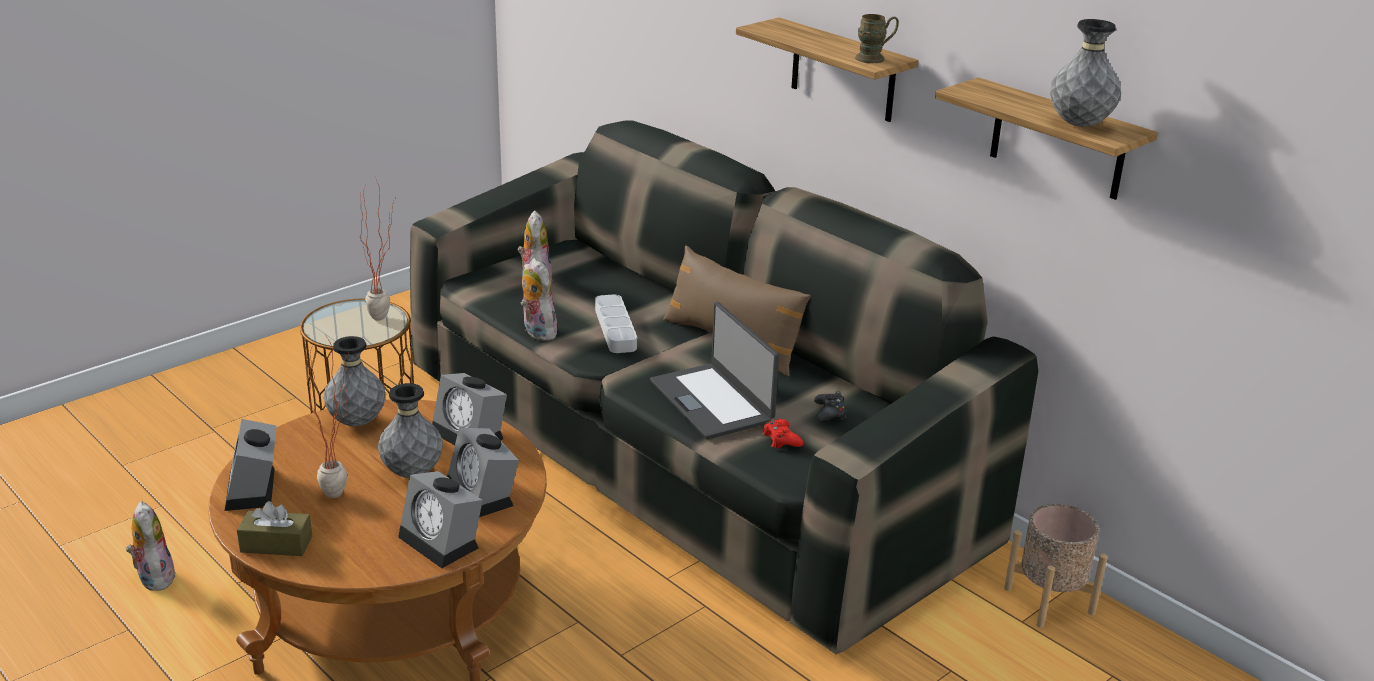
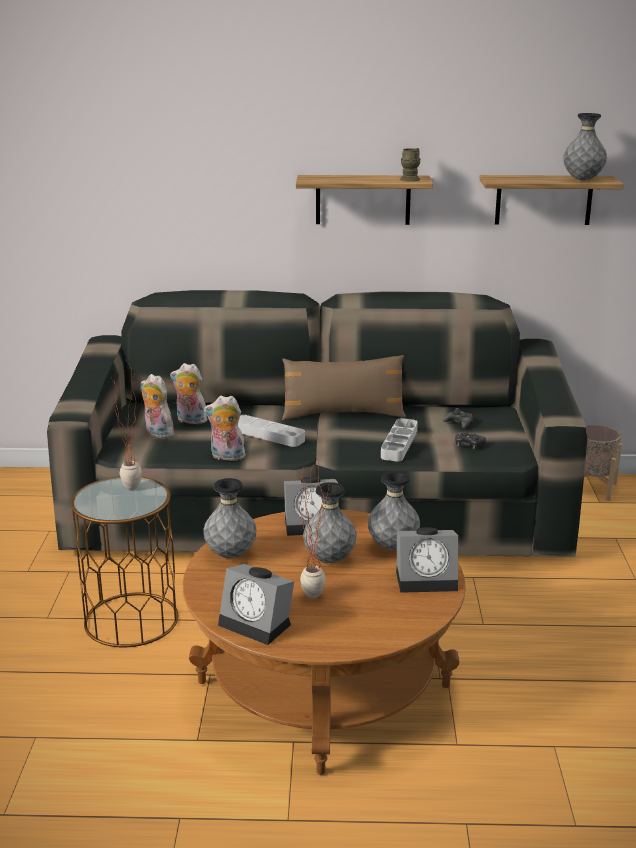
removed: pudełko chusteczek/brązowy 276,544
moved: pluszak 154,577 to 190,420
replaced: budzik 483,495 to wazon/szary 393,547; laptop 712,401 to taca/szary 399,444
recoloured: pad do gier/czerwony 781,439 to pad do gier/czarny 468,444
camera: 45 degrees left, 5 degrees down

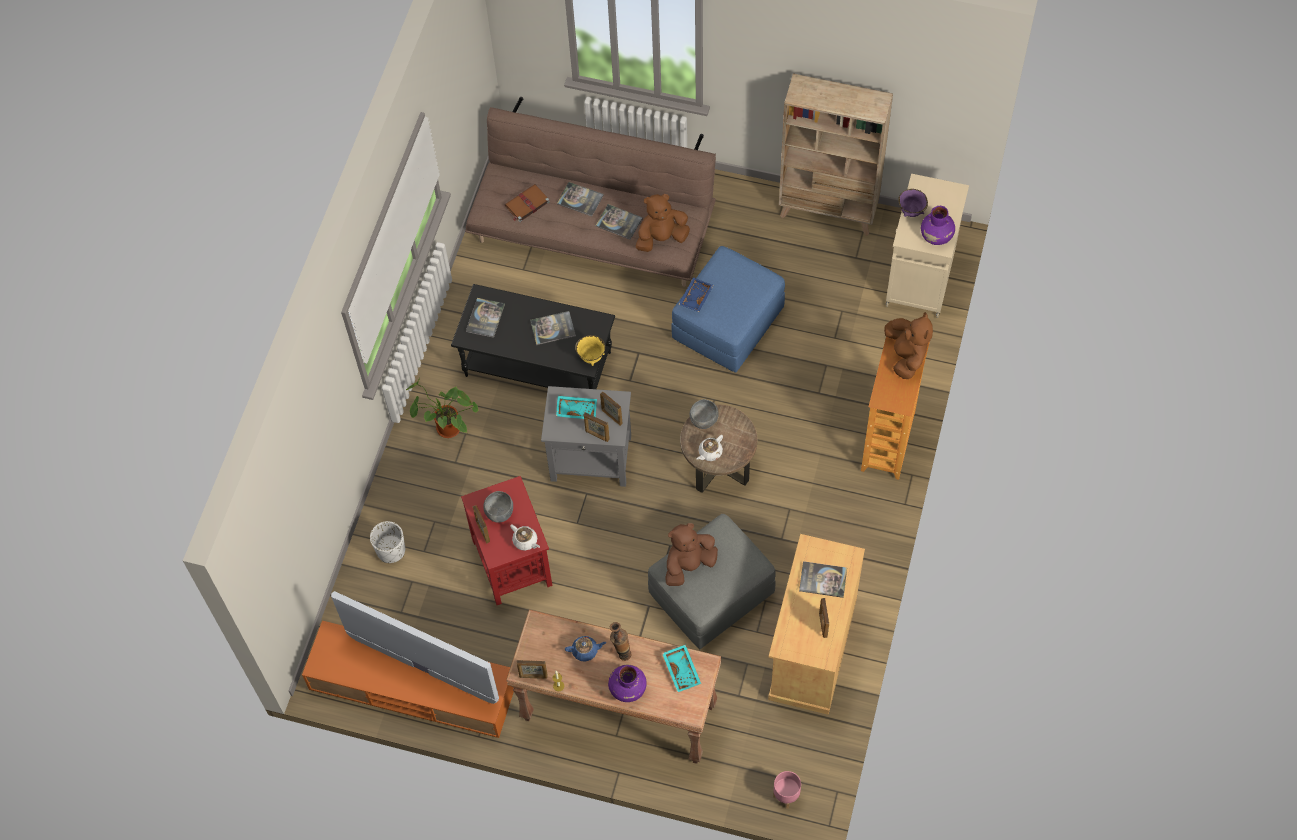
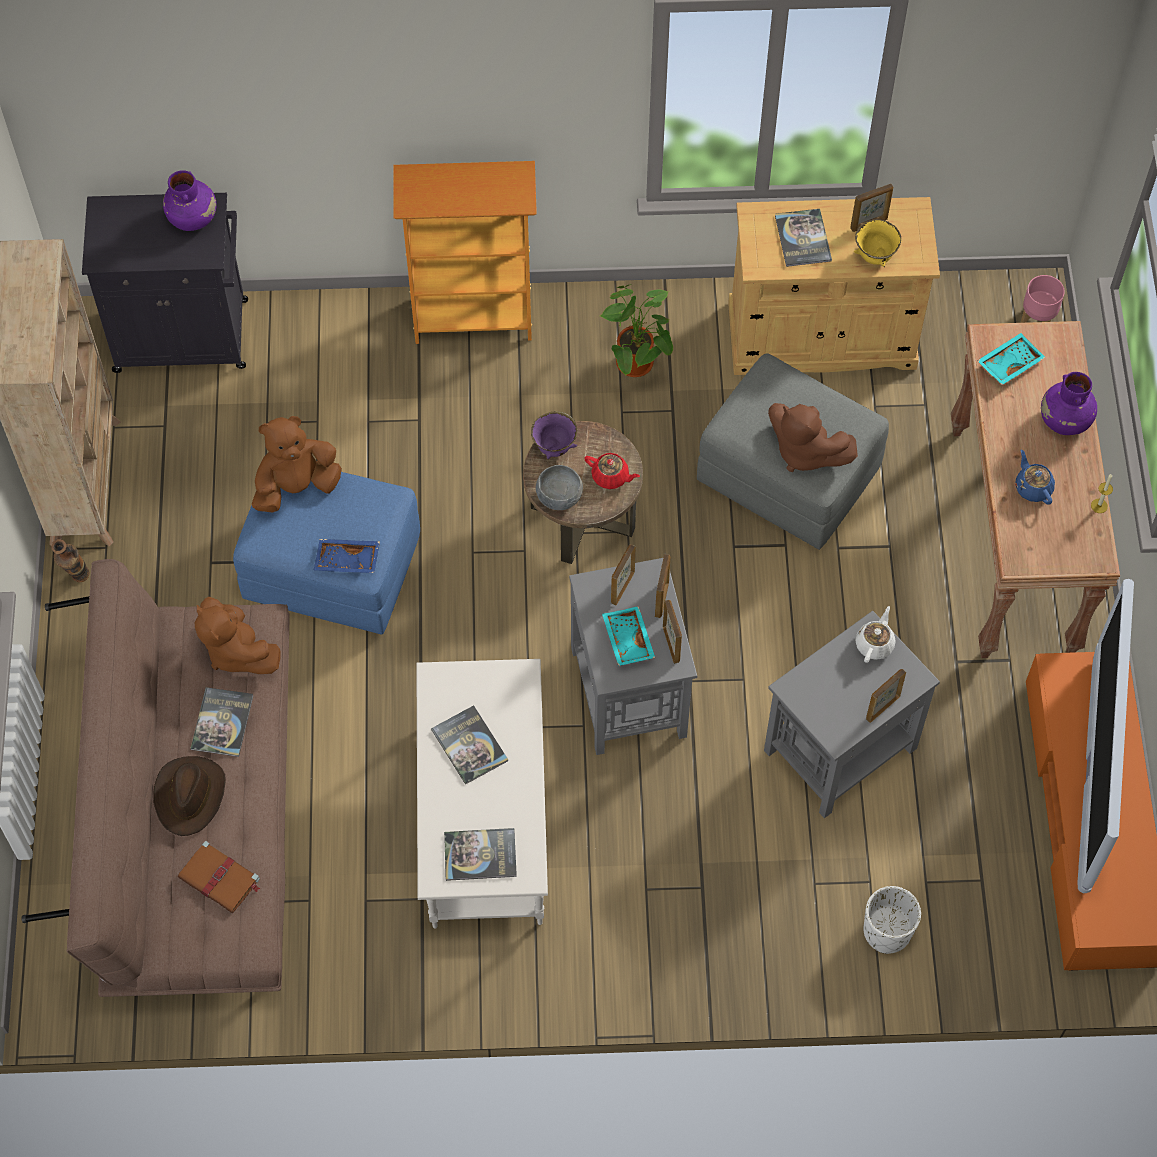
removed: miska/szary 499,513
moved: roślina doniczkowa 445,429 to 637,366; ramka na zdjęcie 533,676 to 671,644; miska/żółty 591,357 to 874,257; wazon 621,652 to 77,580; pluszak/brązowy 906,355 to 296,486; miska/fioletowy 911,212 to 554,447
replaced: książka 580,199 to kapelusz/brązowy 190,796
recoloured: ława/czarny 539,363 to ława/biały 483,819; stolik/czerwony 512,562 to stolik/szary 839,748; imbryk/biały 710,452 to imbryk/czerwony 611,477; szafka/beżowy 919,280 to szafka/czarny 184,336
camera: 110 degrees left, 0 degrees up

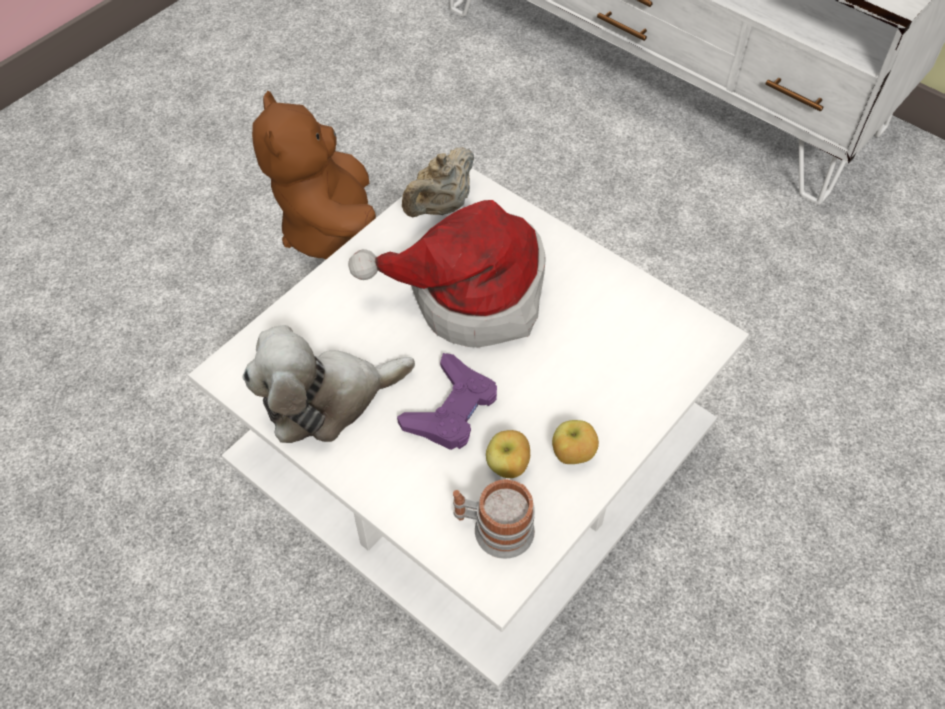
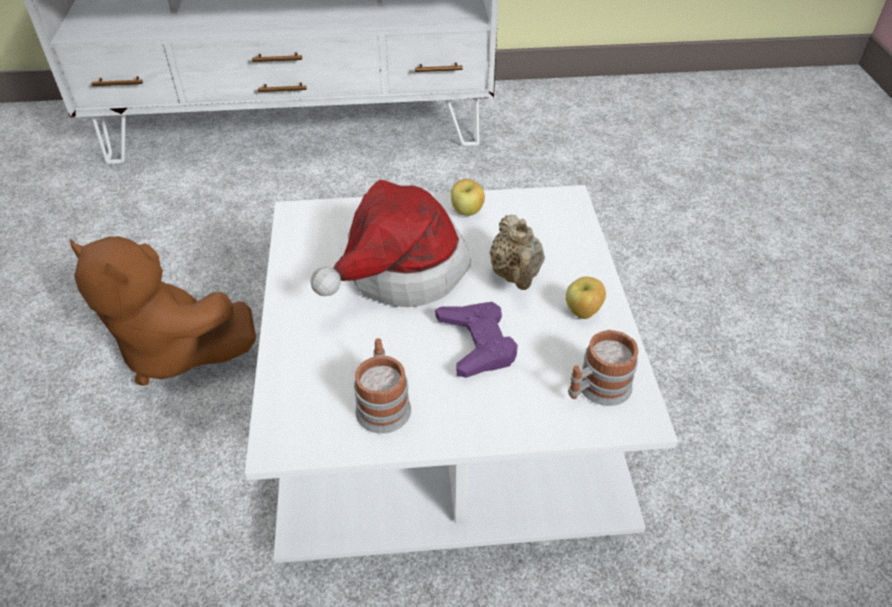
moved: imbryk/beżowy 440,206 to 516,276; jabłko 508,467 to 467,212
replaced: pluszak 326,400 to kubek 383,403
camera: 45 degrees left, 10 degrees down

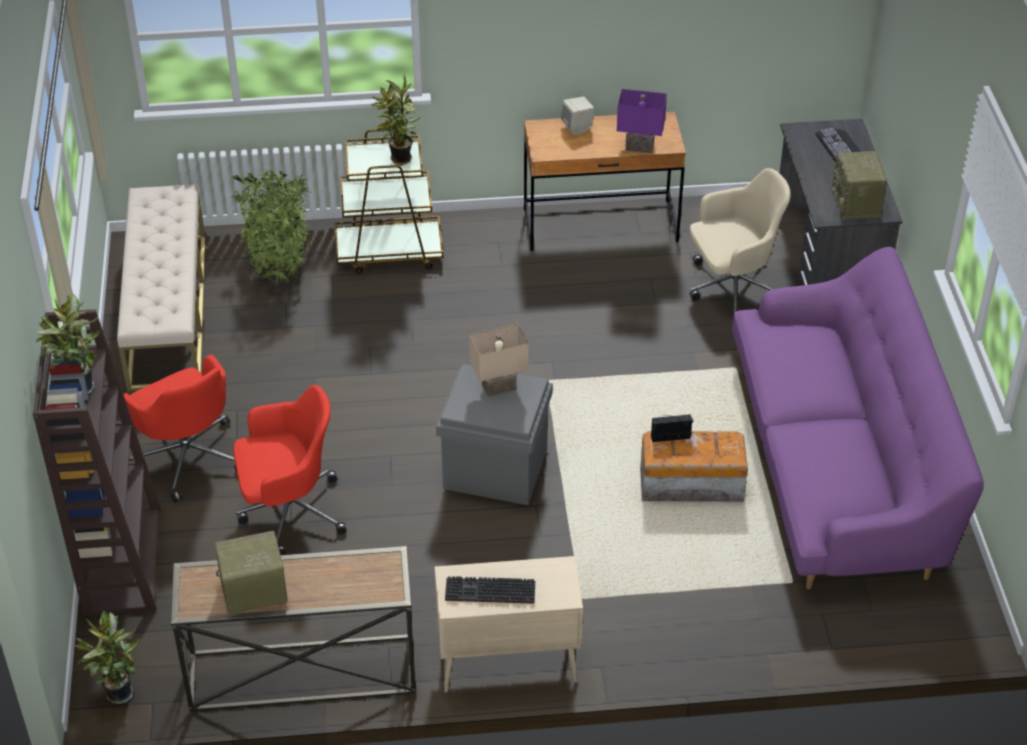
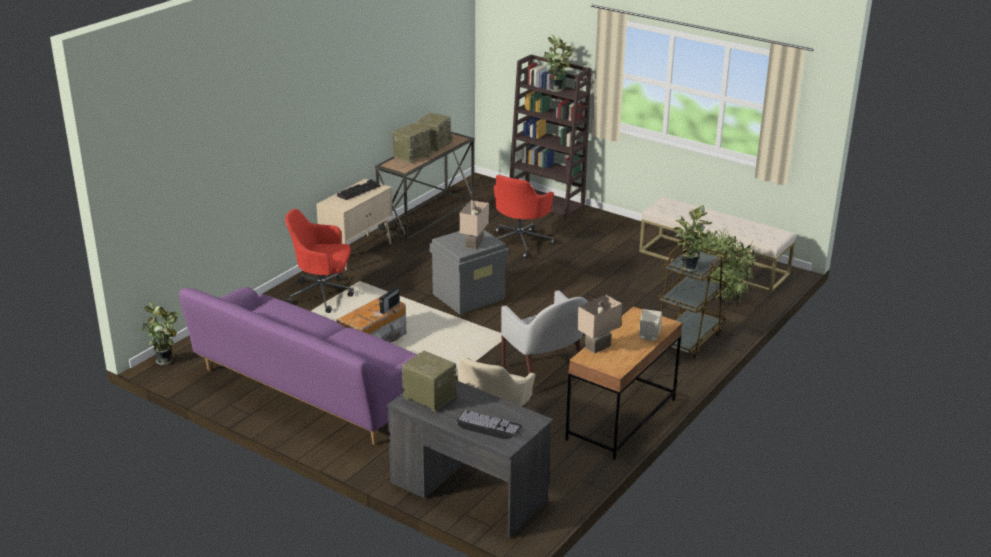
added: radio 412,155; fotel/biały 544,373
moved: roślina doniczkowa 117,692 to 166,361; krzesło biurowe/czerwony 188,457 to 322,295
recoloured: lampa stołowa/fioletowy 639,147 to lampa stołowa/beżowy 597,346
camera: 130 degrees right, 15 degrees down

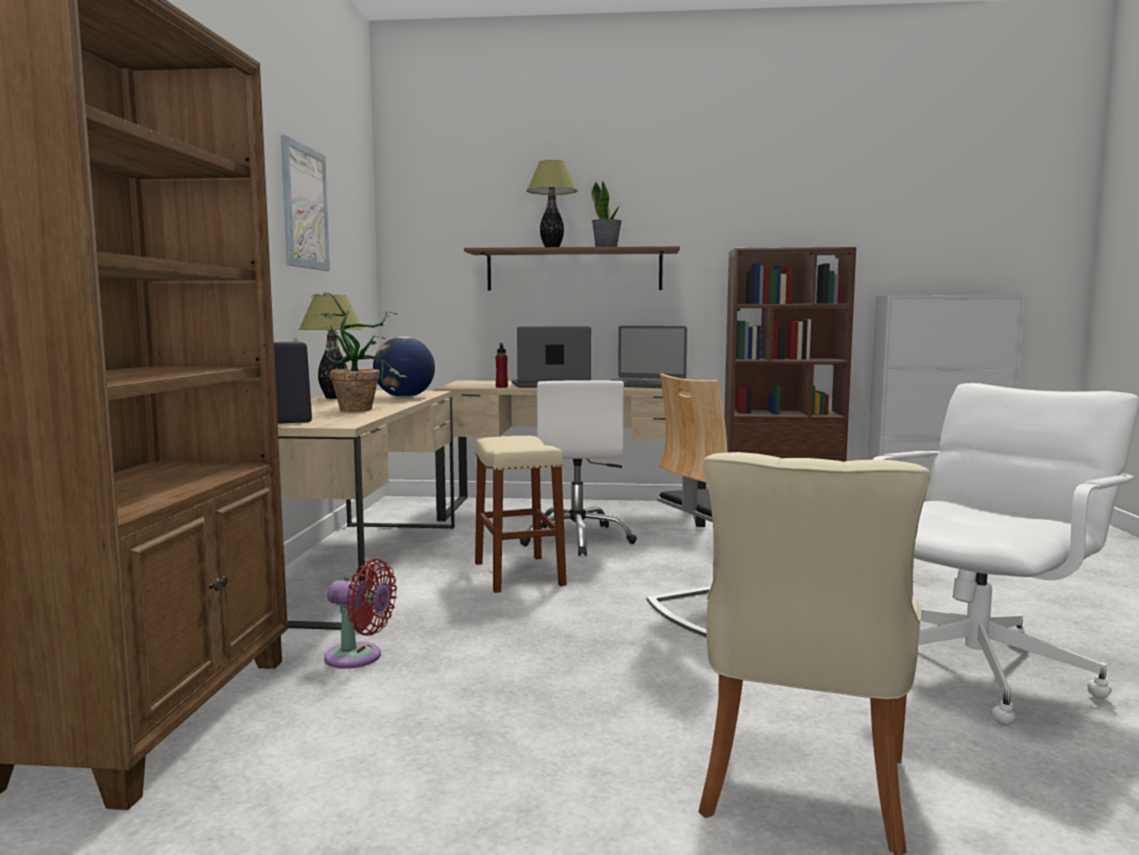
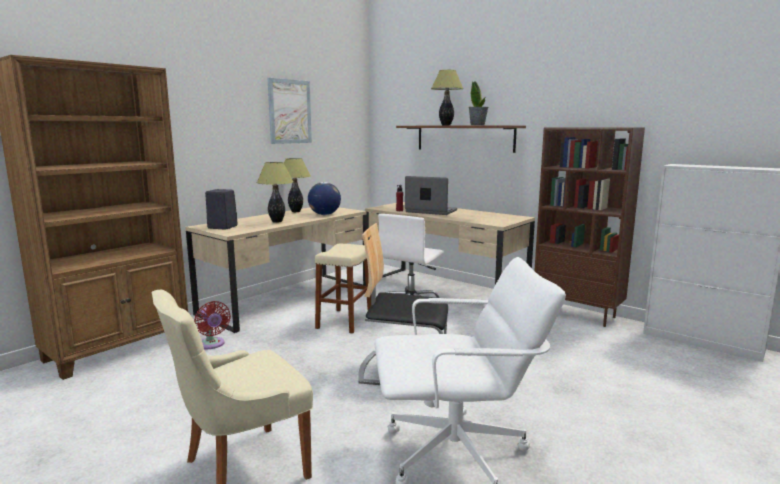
removed: laptop 645,385
replaced: roślina doniczkowa 360,408 to lampa stołowa 277,221
camera: 35 degrees right, 5 degrees up

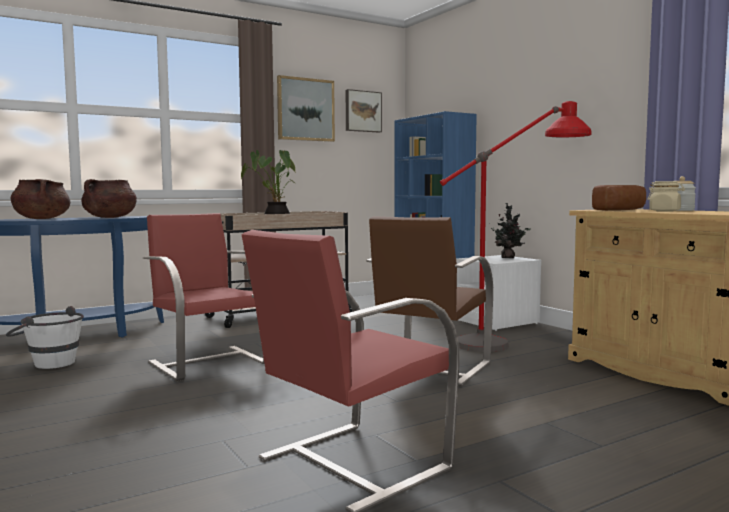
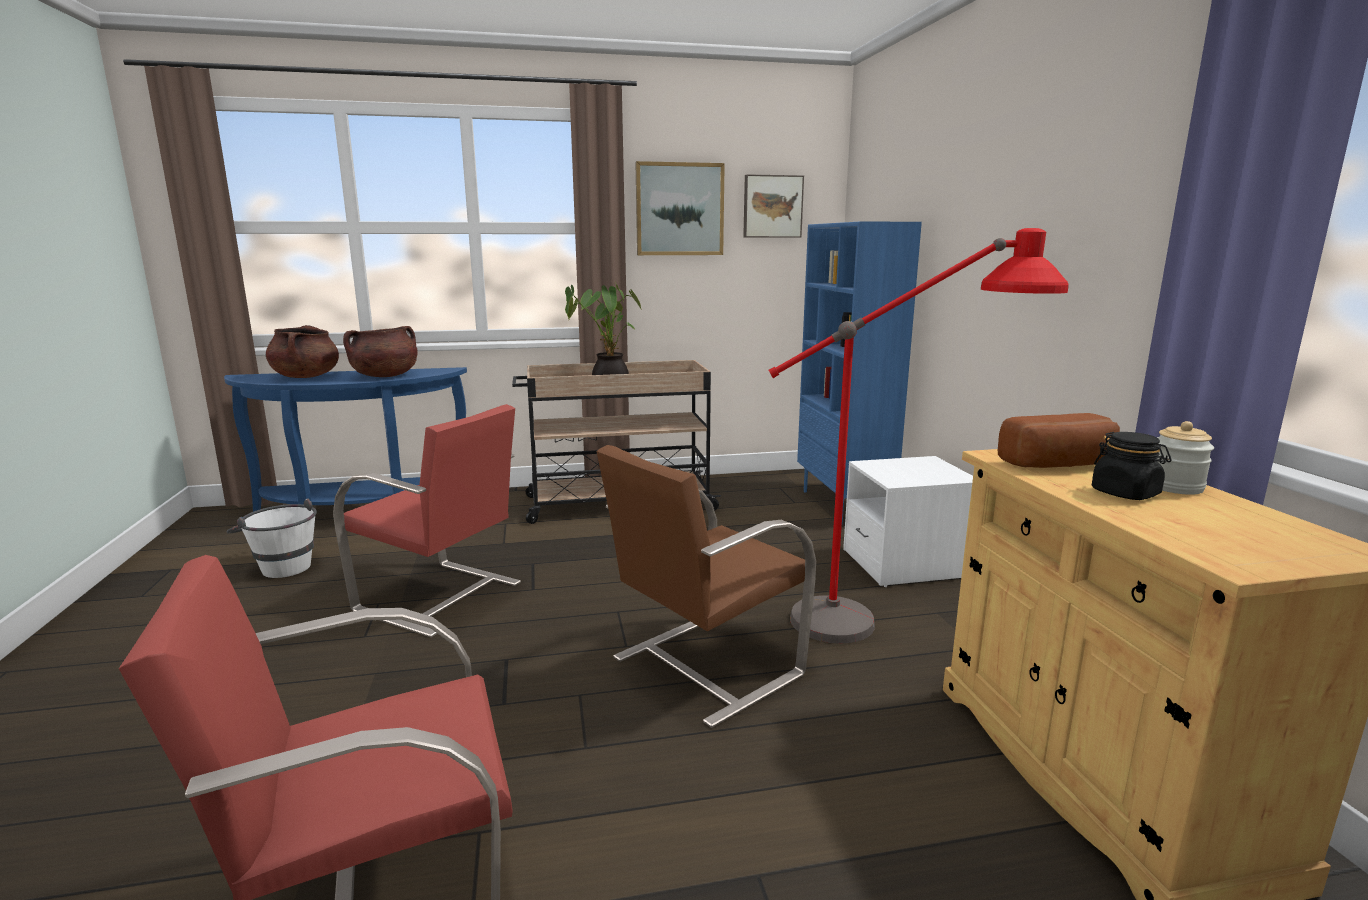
removed: roślina doniczkowa 509,258
recoloured: słoik/beżowy 665,211 to słoik/czarny 1125,493
turned: krzesło/czerwony 208,362 = 440,597 135 degrees clockwise
camera: 20 degrees right, 10 degrees up

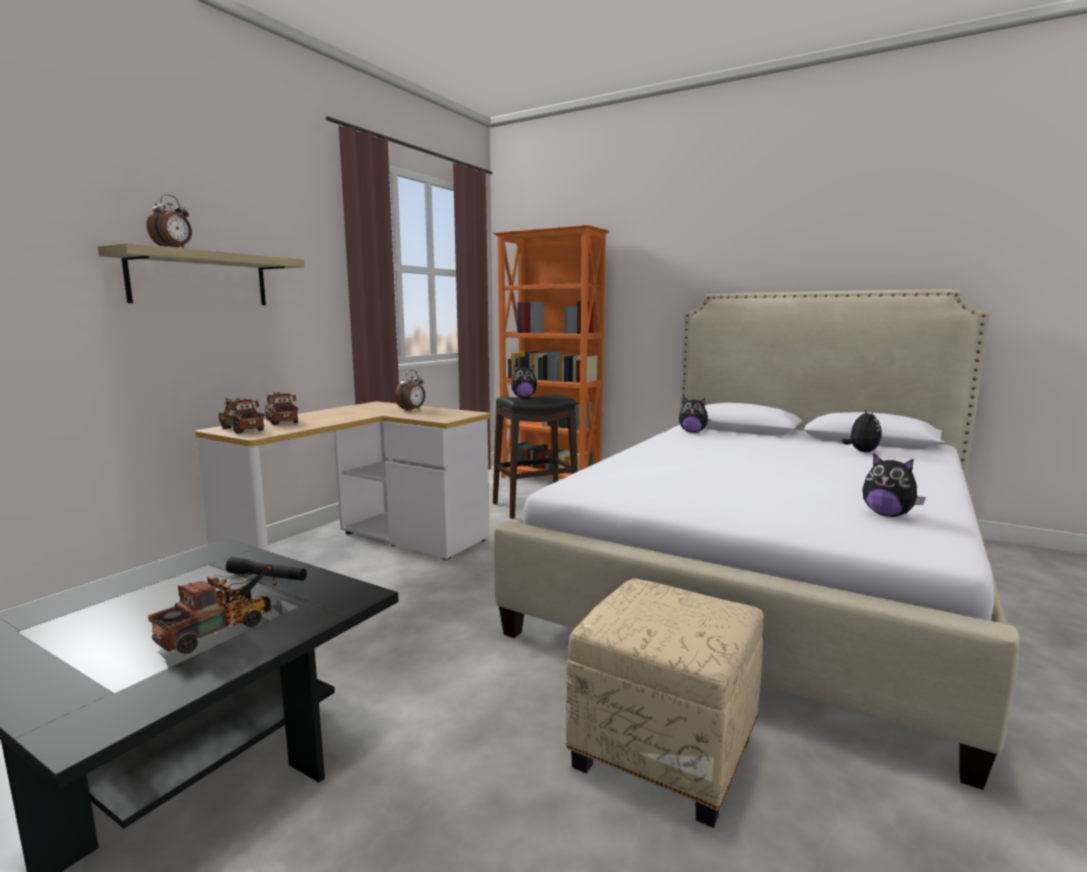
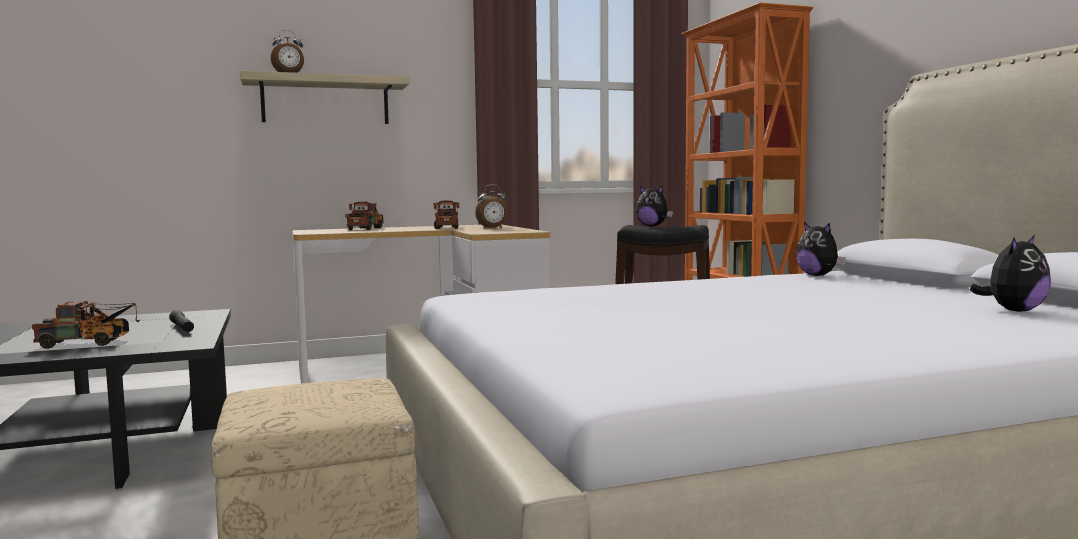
removed: pluszak 888,515
moved: ciężarówka zabawkowa 240,428 to 447,227
camera: 40 degrees right, 5 degrees down

